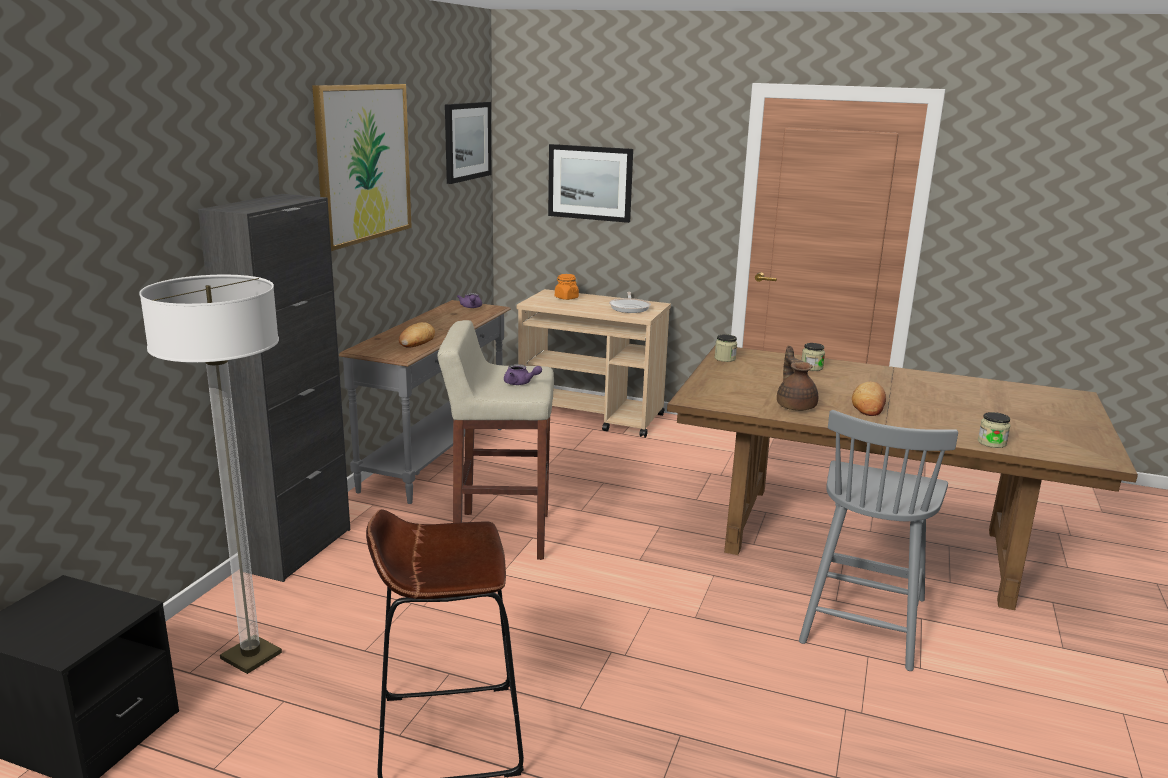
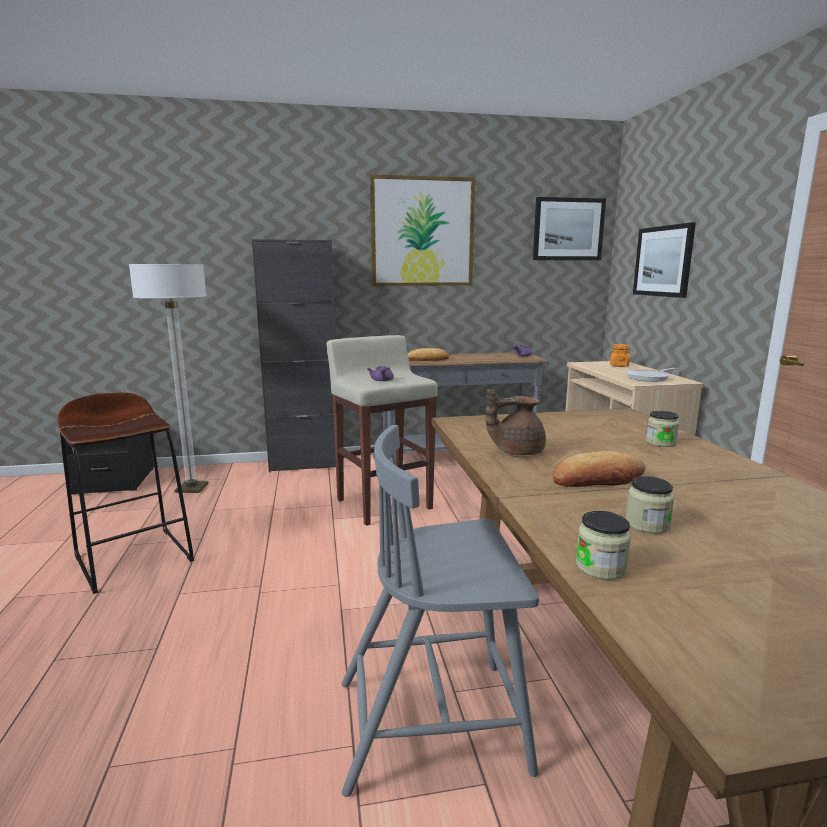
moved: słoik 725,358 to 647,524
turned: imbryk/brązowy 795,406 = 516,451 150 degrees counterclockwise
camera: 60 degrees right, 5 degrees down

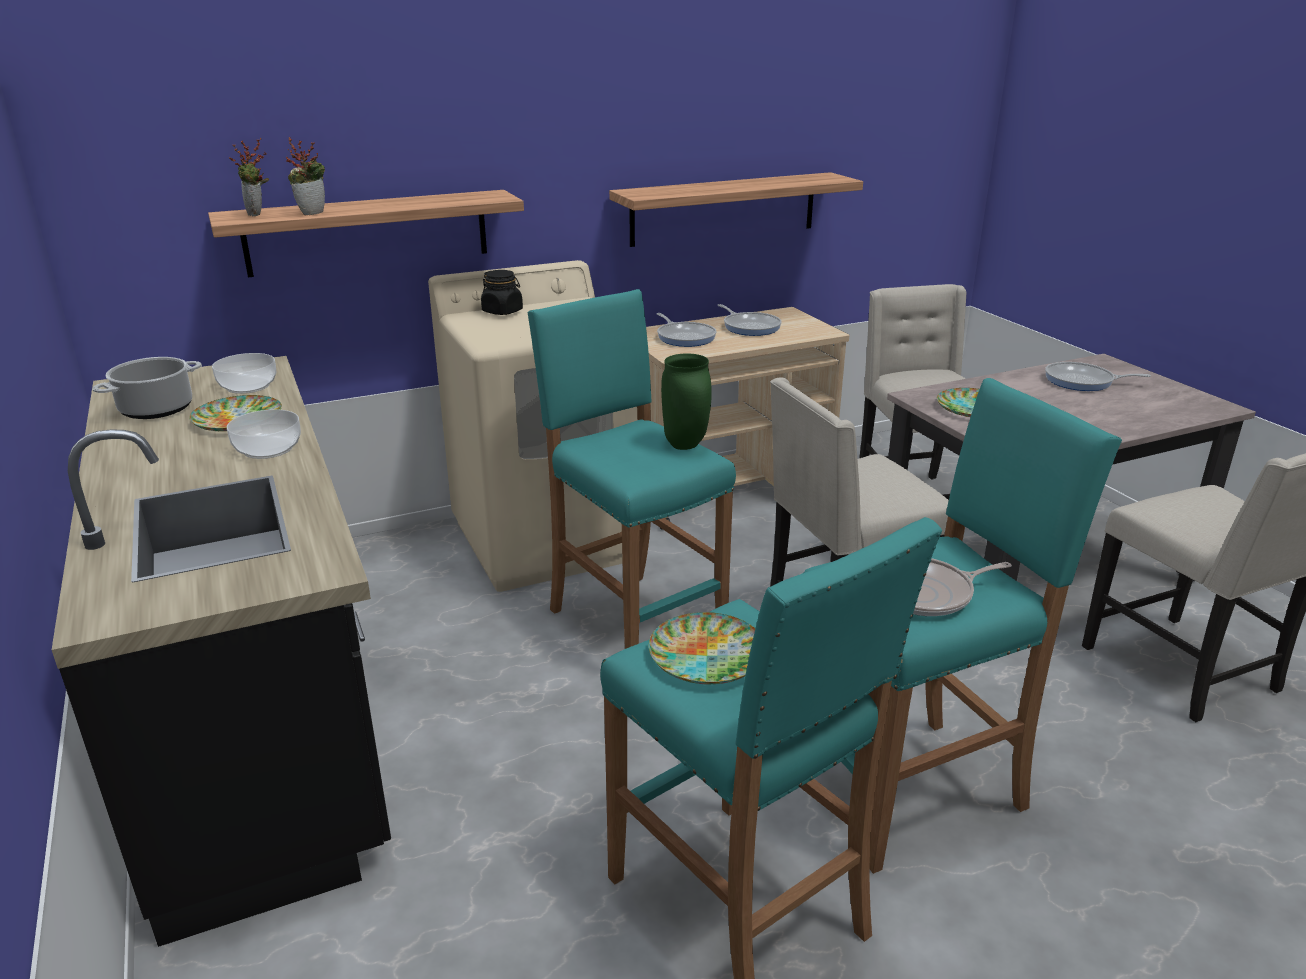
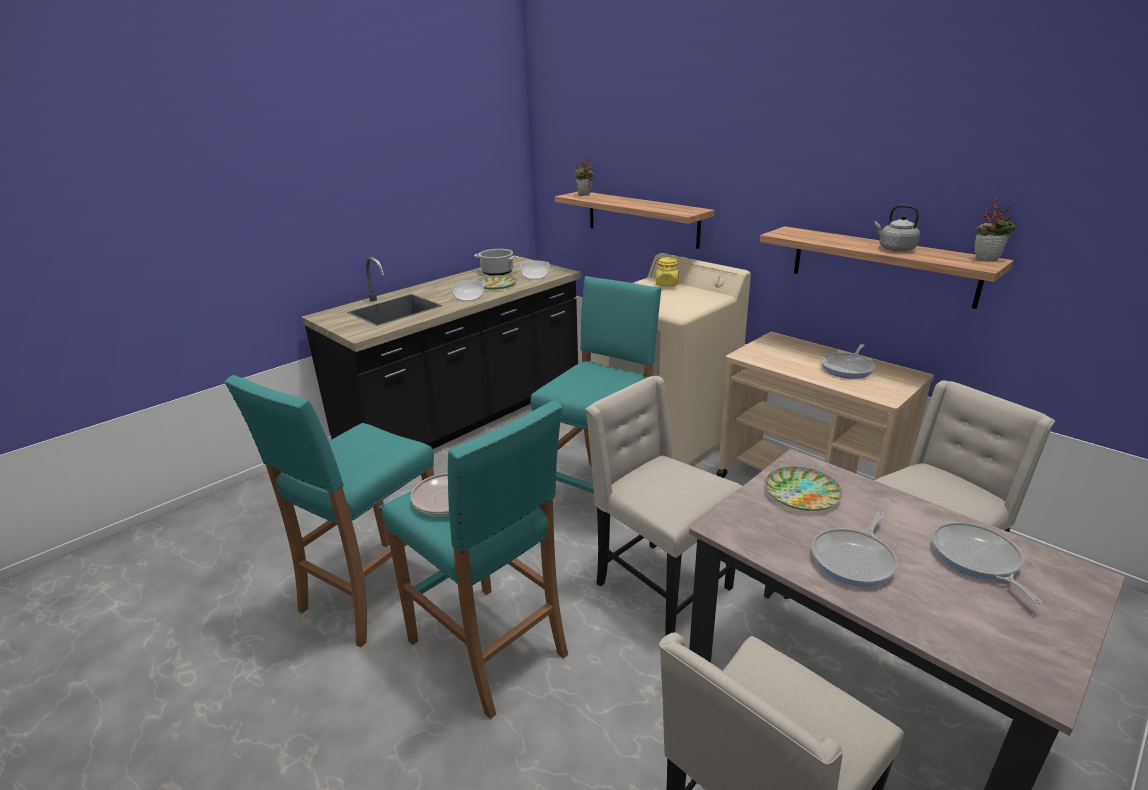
removed: talerz 707,656; wazon/zielony 684,445
added: czajnik/szary 894,249
moved: roślina doniczkowa 312,213 to 987,259; patelnia 685,337 to 854,559
recoloured: słoik/czarny 502,311 to słoik/żółty 667,284
camera: 70 degrees right, 0 degrees up

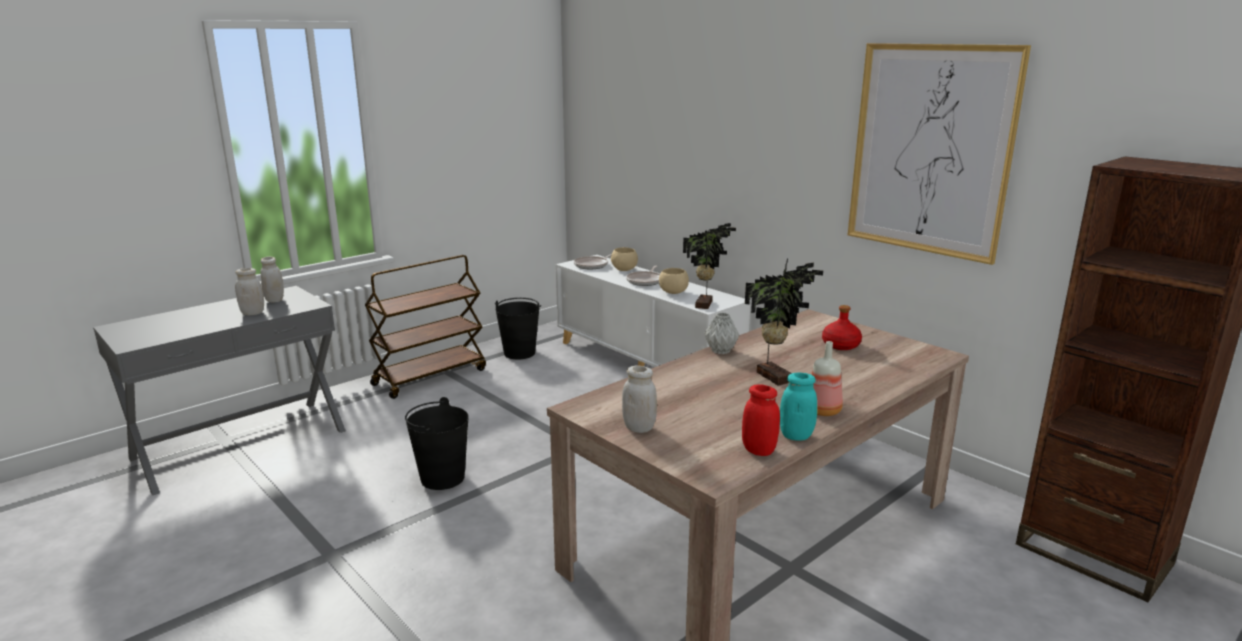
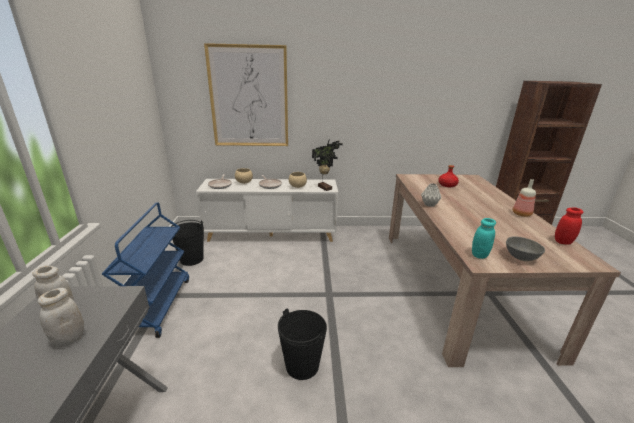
removed: roślina doniczkowa 775,376
moved: słoik/turkusowy 796,436 to 479,255; obraz 930,150 to 249,97
replaced: słoik/biały 639,428 to miska/szary 521,258
recoloured: wózek/brązowy 430,376 to wózek/niebieski 158,305
camera: 50 degrees left, 5 degrees up

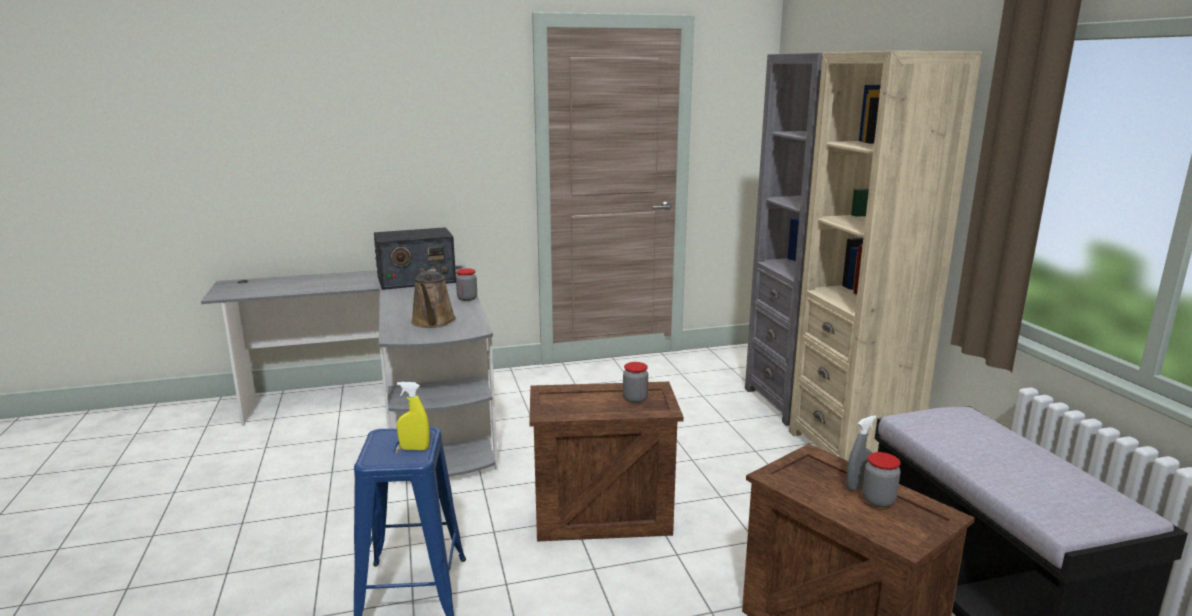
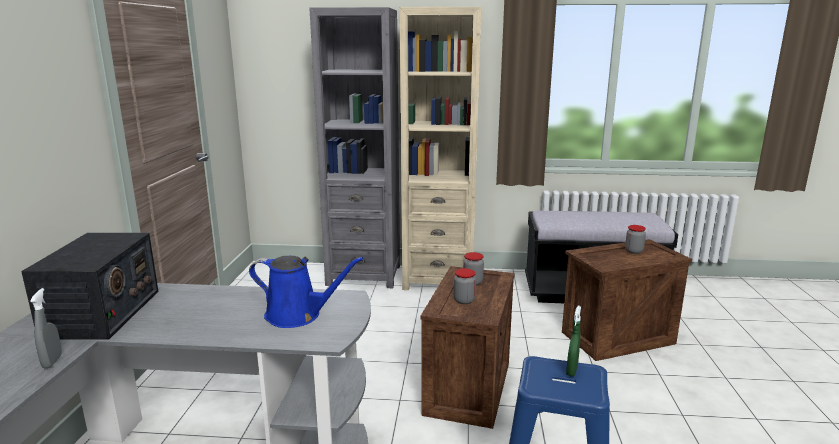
moved: słoik 467,298 to 464,300; spryskiwacz/szary 858,486 to 52,361
recoloured: spryskiwacz/żółty 414,448 to spryskiwacz/zielony 572,370; konewka/brązowy 433,322 to konewka/niebieski 298,315
camera: 70 degrees left, 0 degrees up

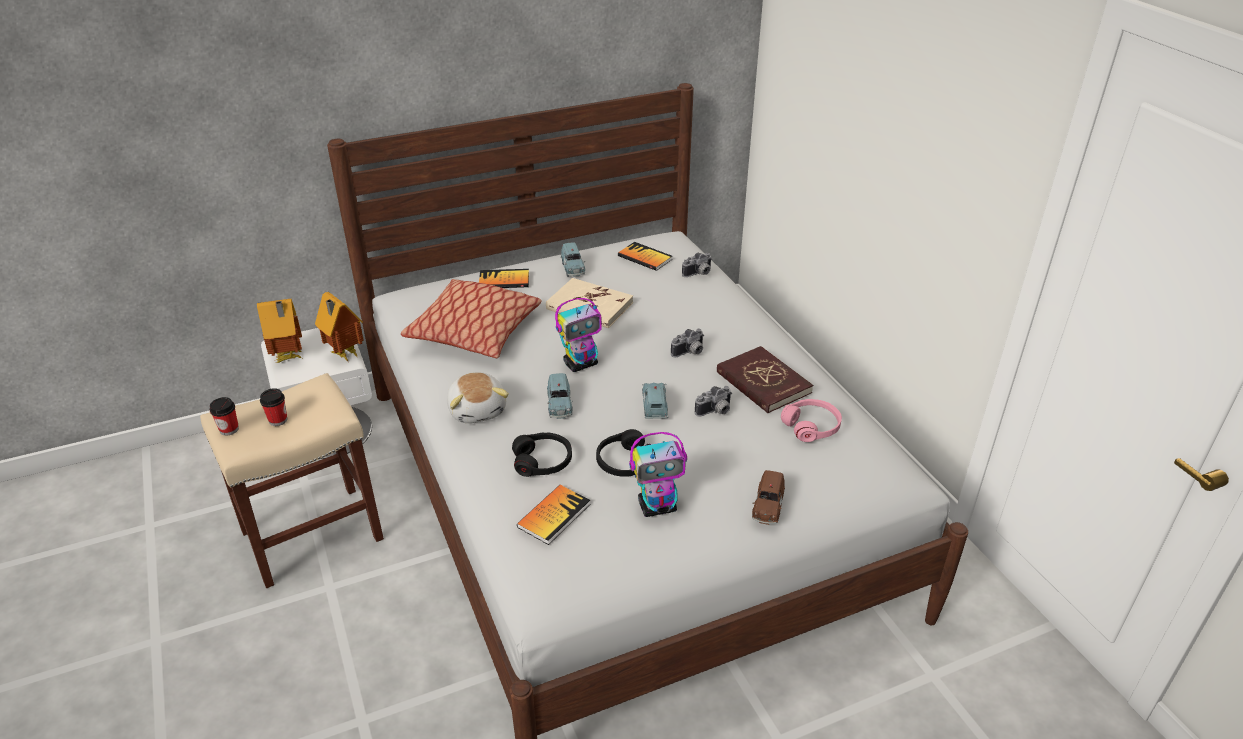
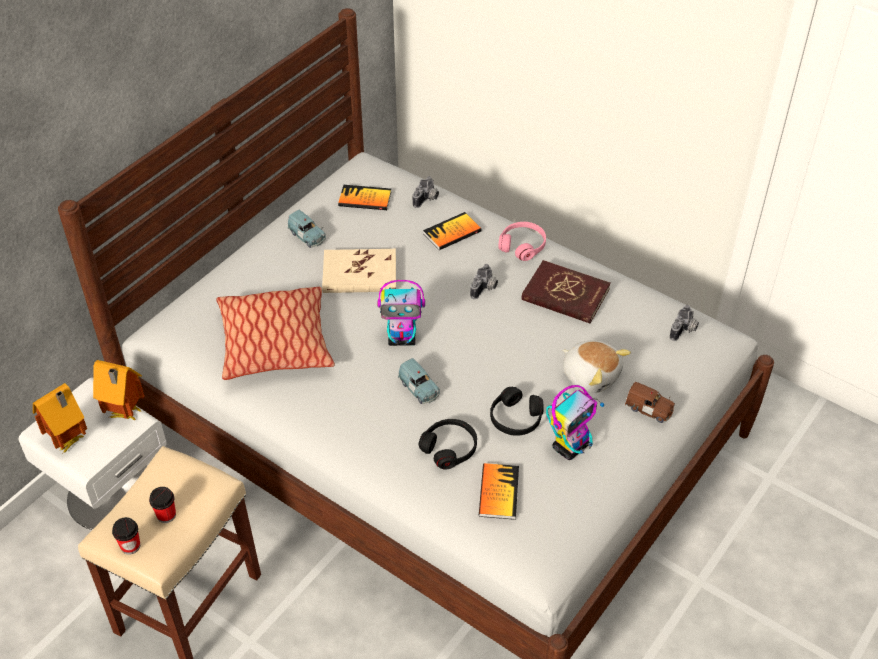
removed: samochodzik/niebieski 655,407
moved: pluszak 478,409 to 591,375; książka 504,280 to 452,232; aparat fotograficzny 715,412 to 684,330; słuchawki/różowy 811,426 to 522,245
turned: robot zabawkowy 581,364 = 402,339 60 degrees clockwise; samochodzik/brązowy 767,507 = 649,409 45 degrees counterclockwise
camera: 30 degrees left, 10 degrees up

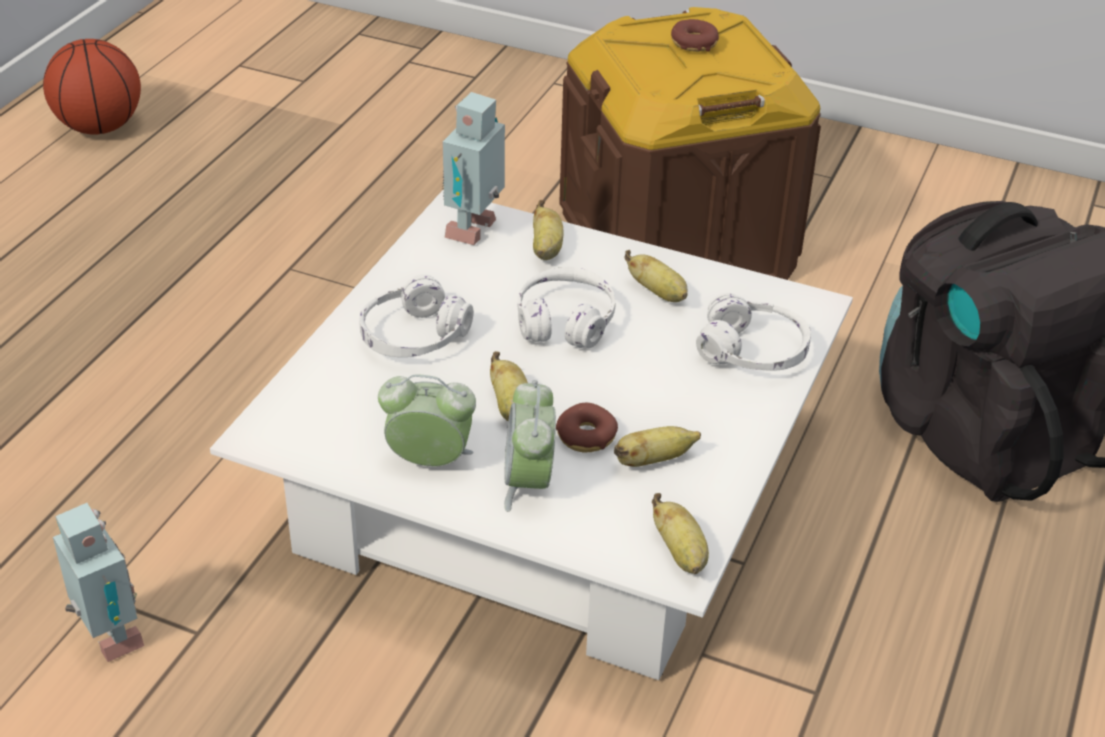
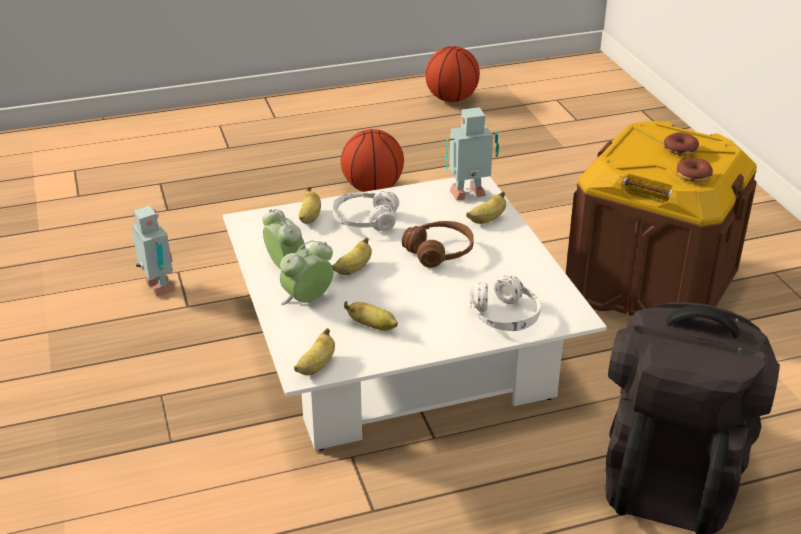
added: piłka do koszykówki 372,189
moved: donut 586,436 to 693,176; banan 658,293 to 310,218
recoloured: słuchawki/biały 565,322 to słuchawki/brązowy 439,252
turned: robot zabawkowy 110,641 = 158,288 45 degrees counterclockwise
camera: 50 degrees right, 5 degrees down

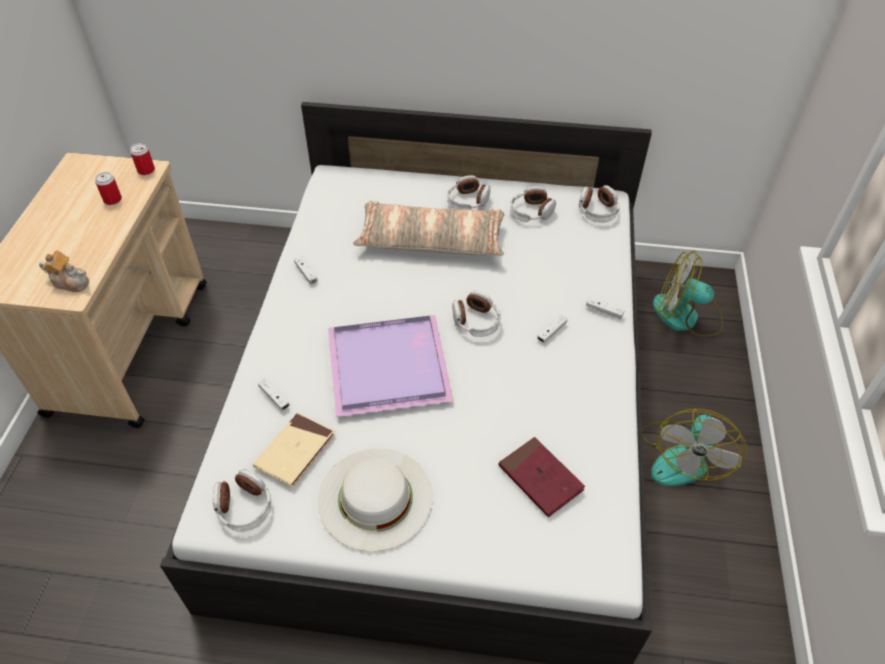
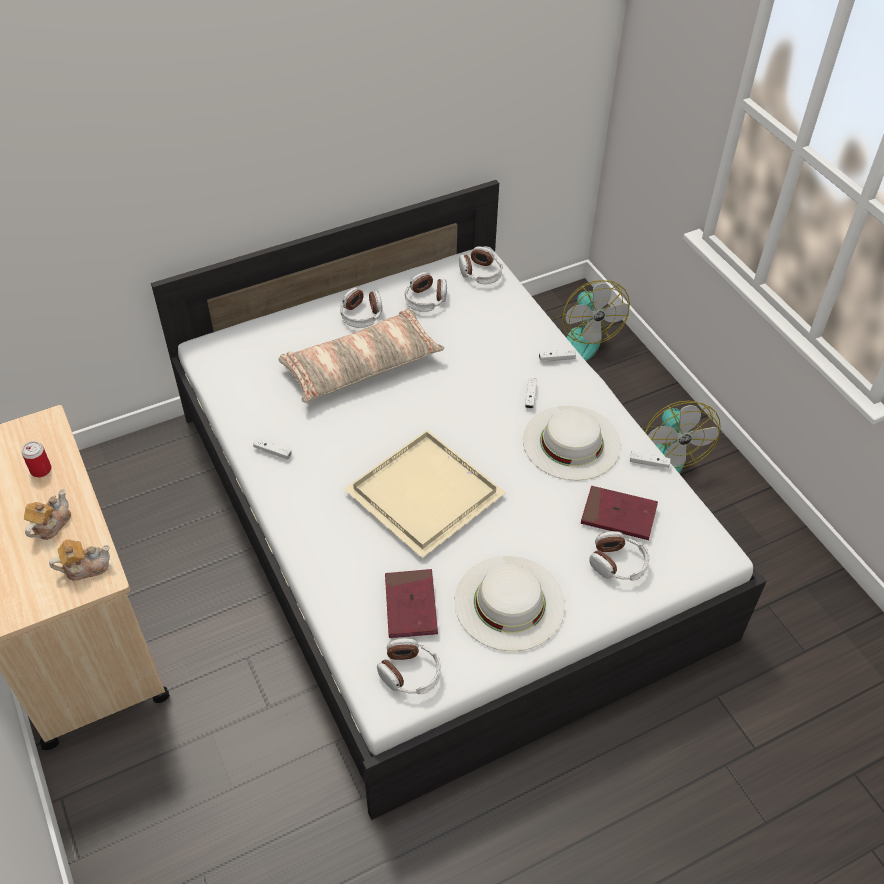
removed: puszka 146,170
added: imbryk 51,524; kapelusz/biały 571,442
moved: pad do gier/biały 274,397 to 649,463; słuchawki 476,321 to 618,563
recoloured: książka/beżowy 295,451 to książka/czerwony 410,605; taca/fioletowy 391,368 to taca/beżowy 427,494
turned: wentylator 686,316 = 577,338 90 degrees counterclockwise
camera: 35 degrees left, 0 degrees up

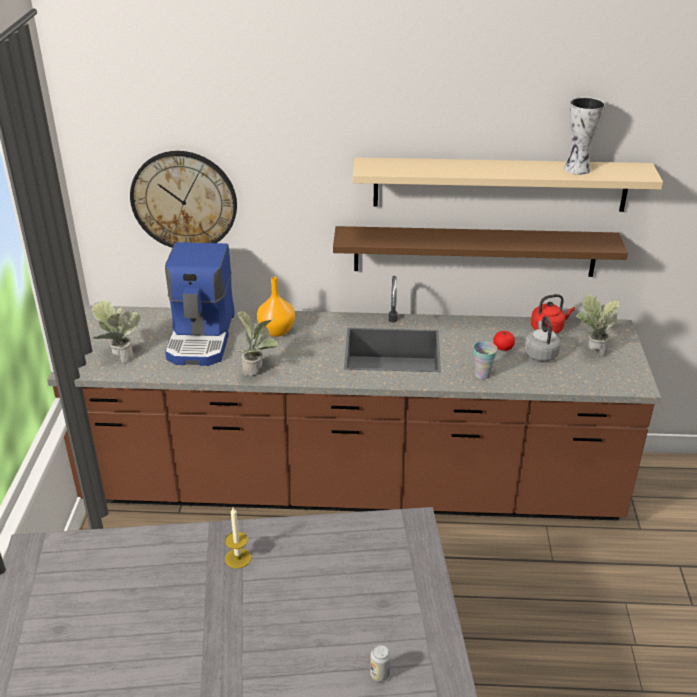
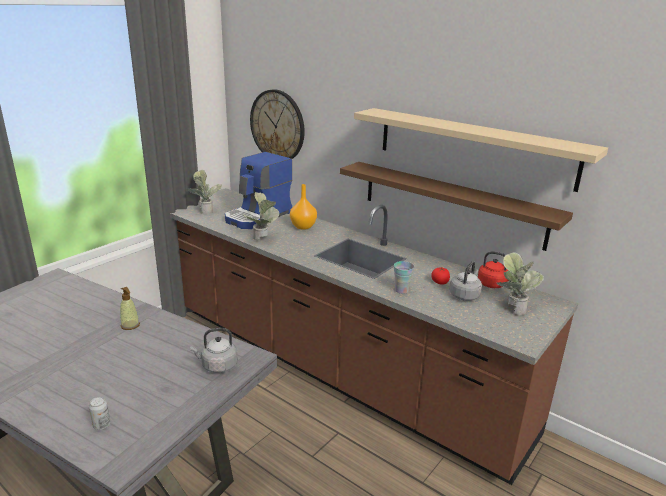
removed: wazon 577,169
added: czajnik/szary 217,366
replaced: świeca 238,558 to dozownik mydła 130,325
camera: 35 degrees right, 10 degrees down

